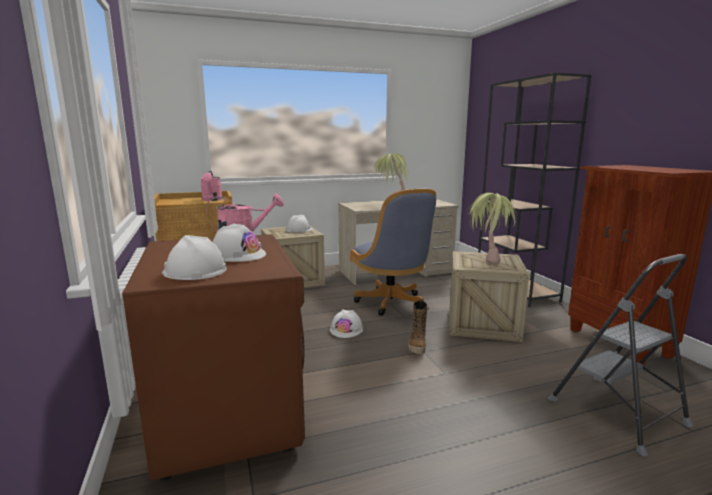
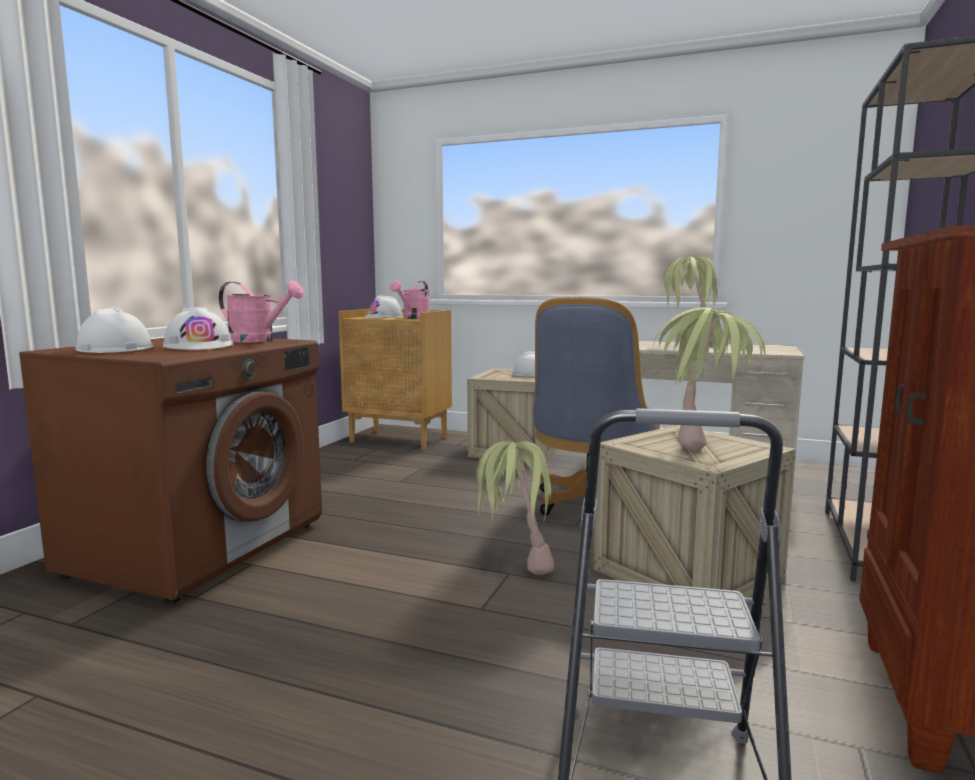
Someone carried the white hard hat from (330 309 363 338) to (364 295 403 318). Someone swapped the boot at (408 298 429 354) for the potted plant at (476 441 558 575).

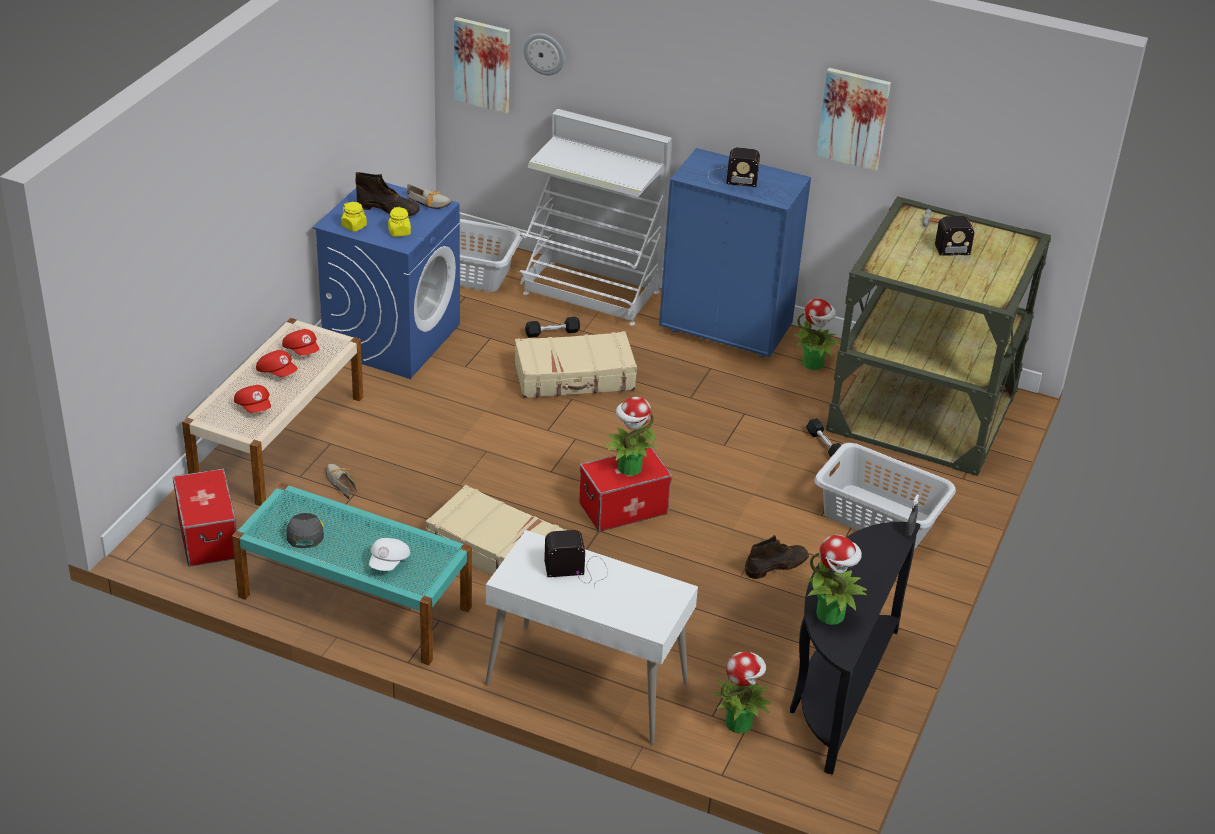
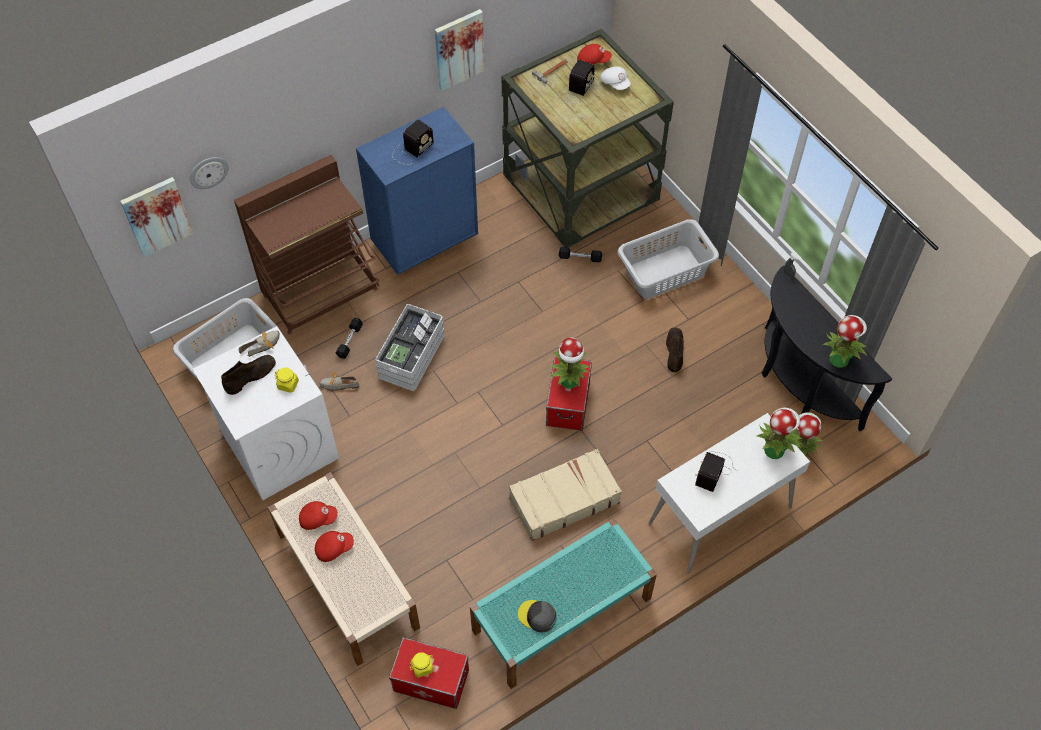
Someone carried the red cap from (234 385 271 413) to (577 44 612 65). Someone carried the shoe from (326 464 357 499) to (319 372 359 391). Someone carried the yellow jar from (341 202 367 232) to (410 652 434 677). Someone carried the white cap from (369 538 410 571) to (600 66 631 90). Someone carried the potted plant from (794 298 841 370) to (757 407 802 459). Someone swapped the beige suitcase at (515 331 637 398) for the white storage box at (375 304 445 391). Someone repainted the blue washing machine at (313 182 460 379), which became the white washing machine at (192 326 339 500). Someone repainted the white shoe rack at (519 109 672 325), which became the brown shoe rack at (234 155 380 334).

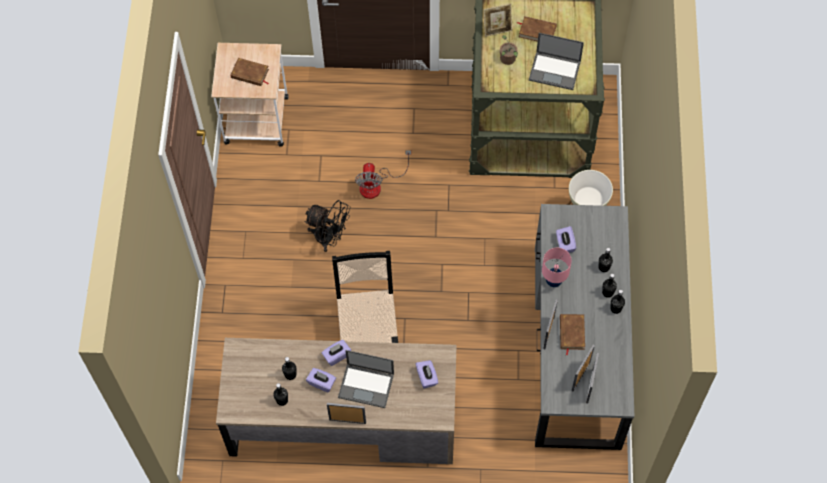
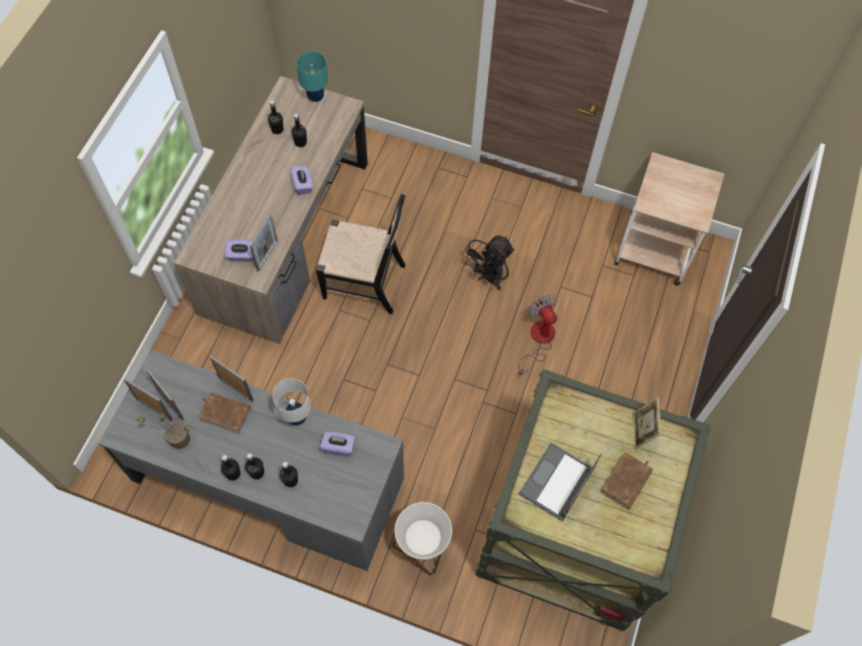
Someone took away the brown book at (230 58 269 86). Someone took away the purple tissue box at (306 368 336 392). Someone took away the laptop at (338 350 394 408). Someone put down the turquoise table lamp at (296 52 328 102). Someone carried the picture frame from (327 403 366 424) to (250 214 278 272). Someone carried the potted plant from (500 35 518 65) to (136 414 192 449). Someone repainted the pink table lamp at (542 248 572 287), which became the white table lamp at (273 379 311 425). Someone rotated the fan at (355 150 411 199) by 45 degrees clockwise.

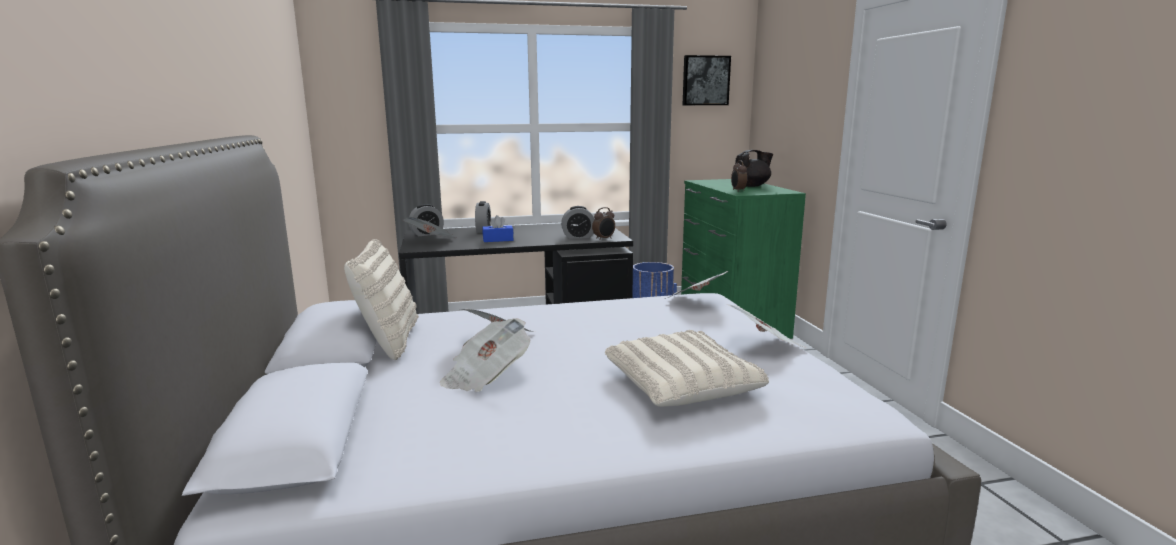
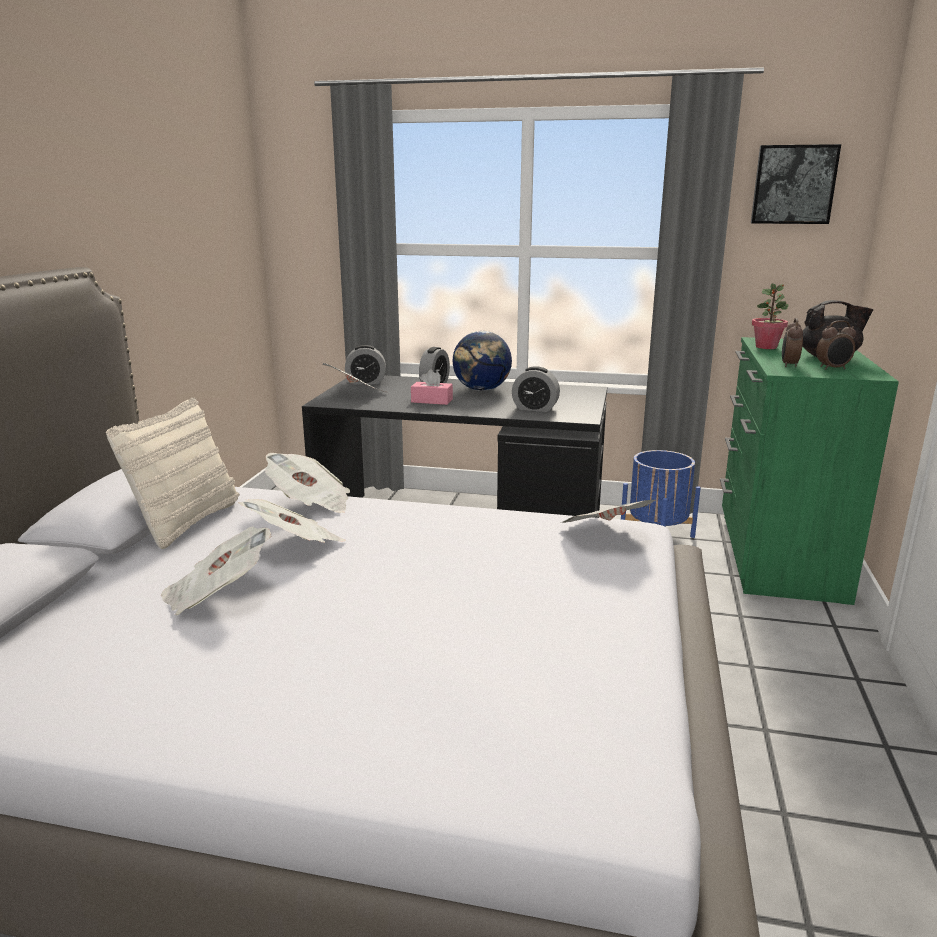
Someone took away the beige pillow at (605 330 769 407). Someone put down the globe at (453 331 512 391). Someone put down the potted plant at (752 283 788 349). Someone carried the alarm clock from (592 207 615 240) to (816 320 856 370). Someone carried the newspaper from (726 304 805 347) to (265 453 350 513). Someone repainted the blue tissue box at (482 215 514 242), which became the pink tissue box at (411 370 453 405).

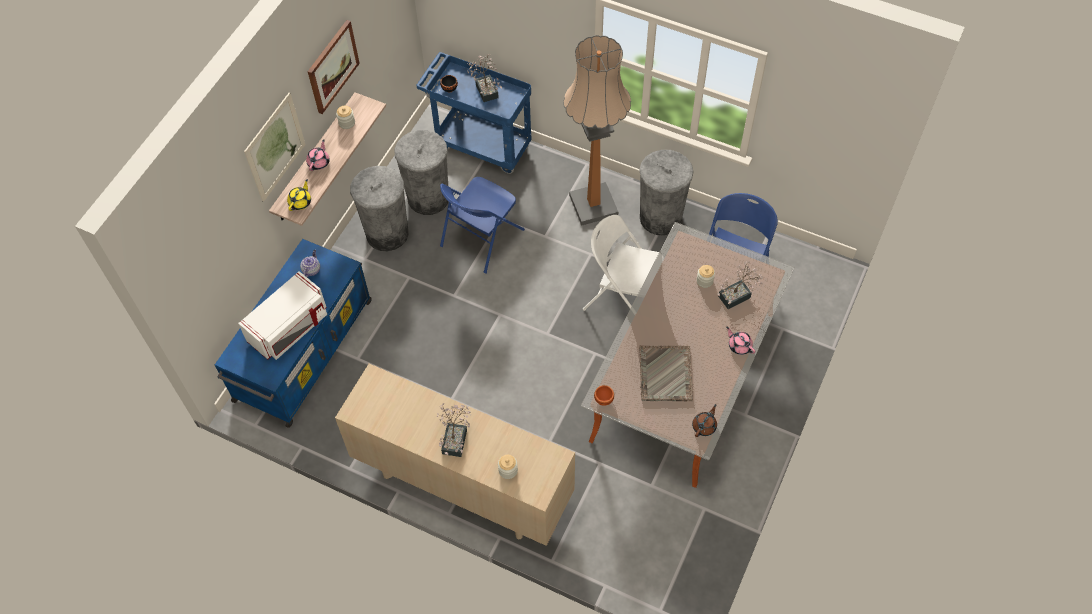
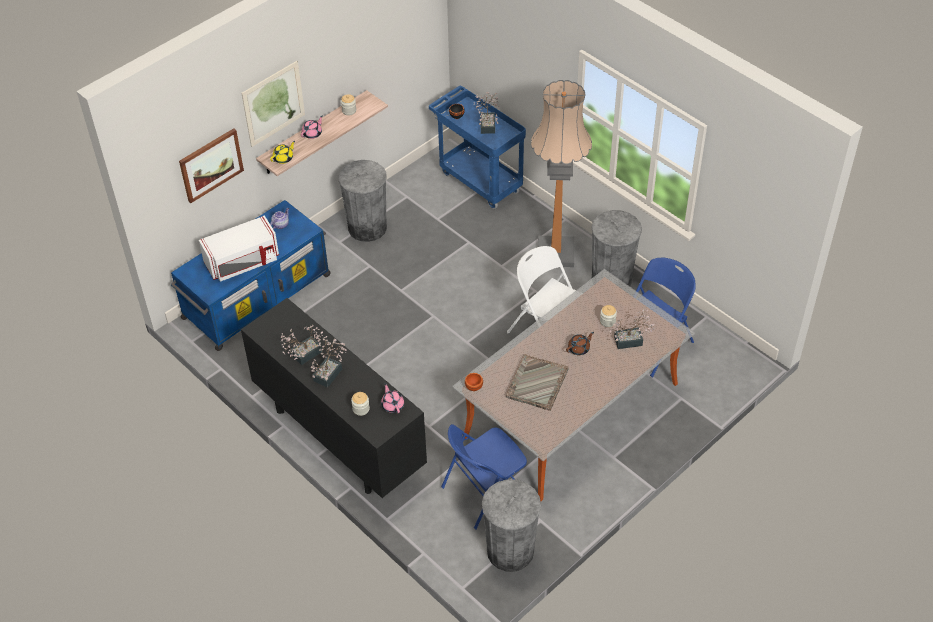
Someone put down the potted plant at (280 325 323 365). Someone carried the picture from (308 20 360 114) to (179 128 244 203). Someone carried the grey trash can from (394 130 449 215) to (482 479 541 572). Someone carried the blue chair from (440 177 525 274) to (441 424 527 530). Someone carried the brown teapot from (692 404 717 437) to (566 332 594 355). Someone carried the pink teapot from (726 327 756 355) to (381 383 404 413). Someone repainted the beige dresser at (335 364 575 546), which became the black dresser at (241 298 427 498).

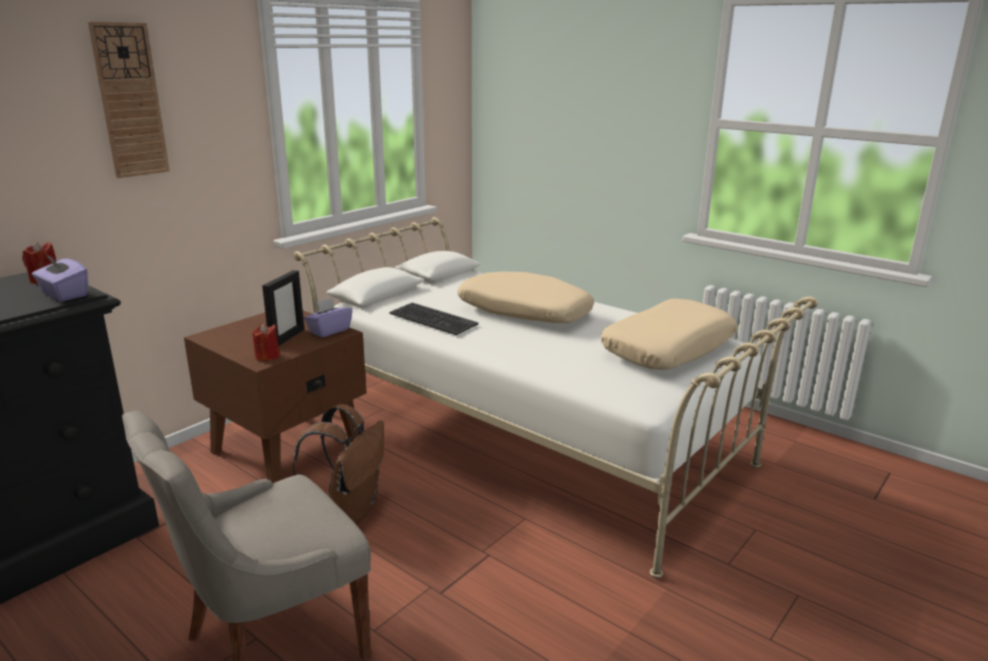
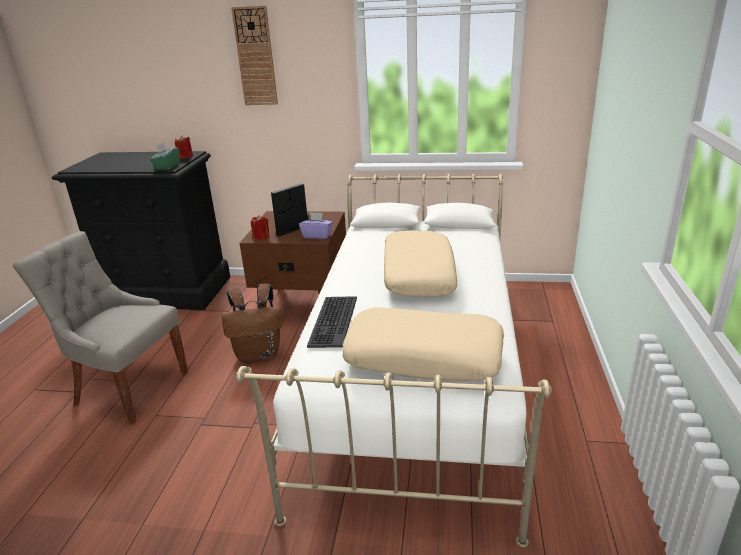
Someone carried the keyboard from (389 303 478 335) to (307 296 357 348). Someone repainted the purple tissue box at (32 253 88 302), which became the green tissue box at (150 143 179 170). Someone rotated the picture frame at (262 270 304 346) by 150 degrees clockwise.

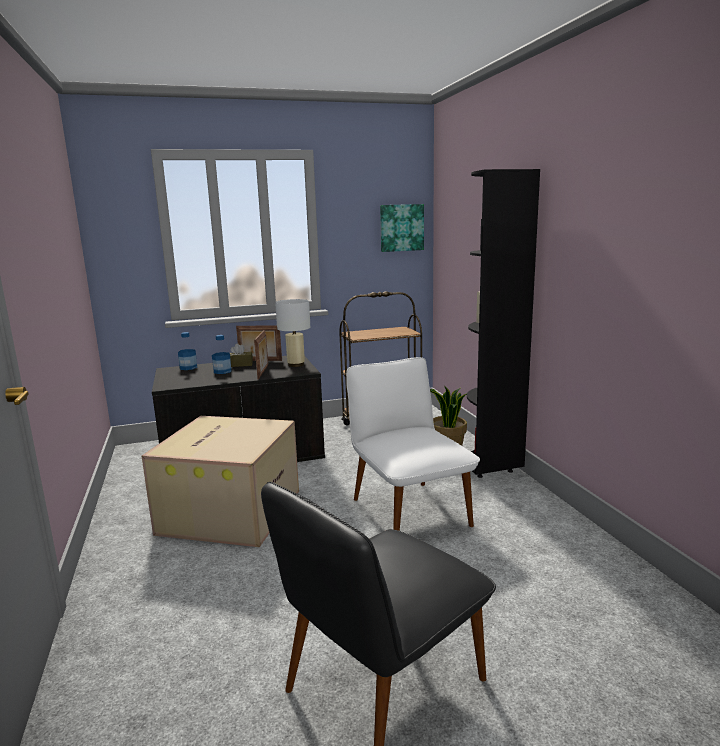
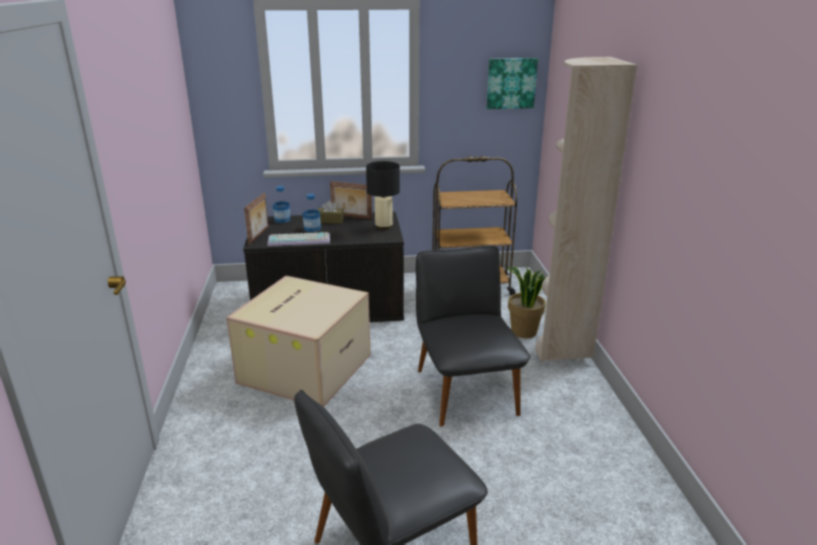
Someone put down the keyboard at (267 232 330 246). Someone carried the picture frame from (254 330 268 379) to (244 193 269 245). Someone repainted the white table lamp at (275 299 310 367), which became the black table lamp at (366 161 400 230). Someone repainted the white chair at (346 357 480 531), which became the black chair at (416 246 530 427). Someone repainted the black bookcase at (467 169 540 478), which became the beige bookcase at (535 57 637 363).

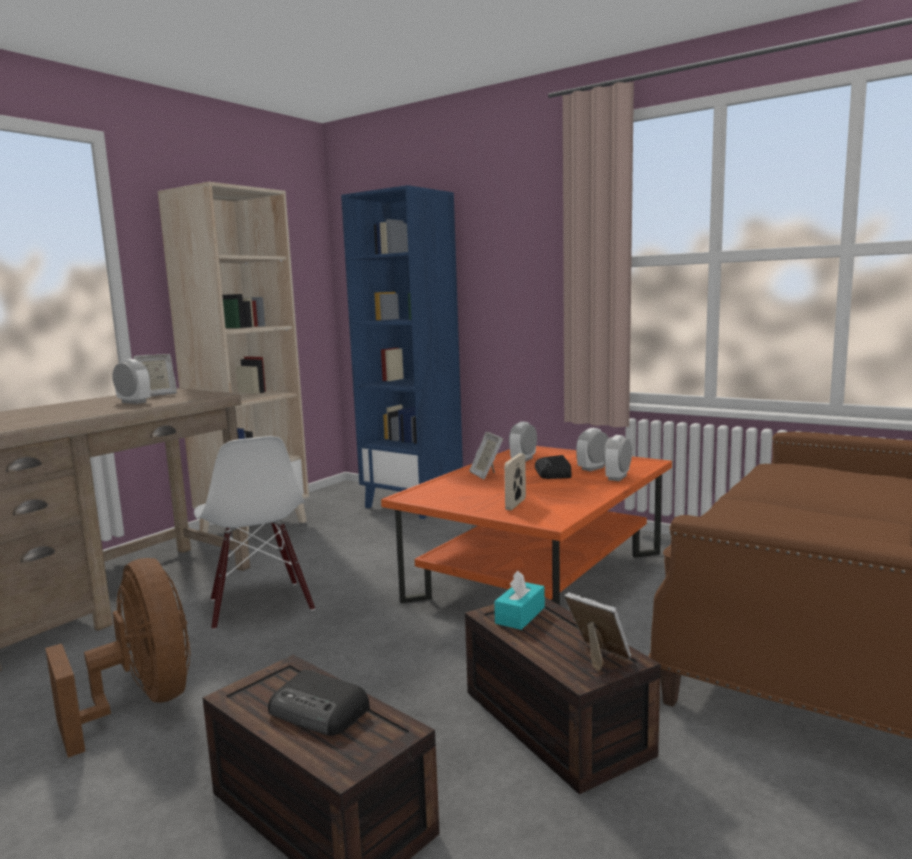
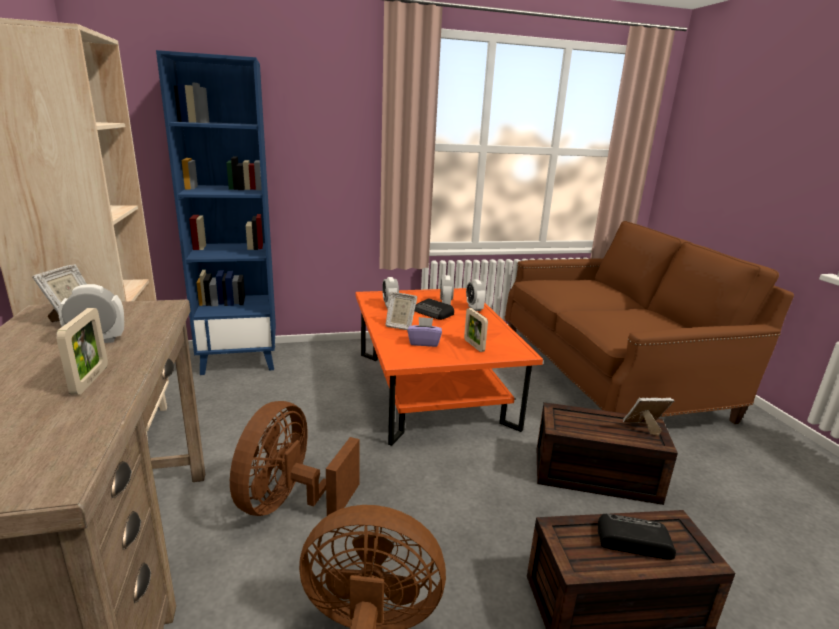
Someone took away the turquoise tissue box at (494 571 545 630). Someone put down the picture frame at (56 308 108 395). Someone put down the purple tissue box at (407 317 442 347). Someone swapped the white chair at (194 436 315 630) for the brown fan at (230 401 360 516). Someone rotated the radio at (268 670 370 736) by 150 degrees counterclockwise.

